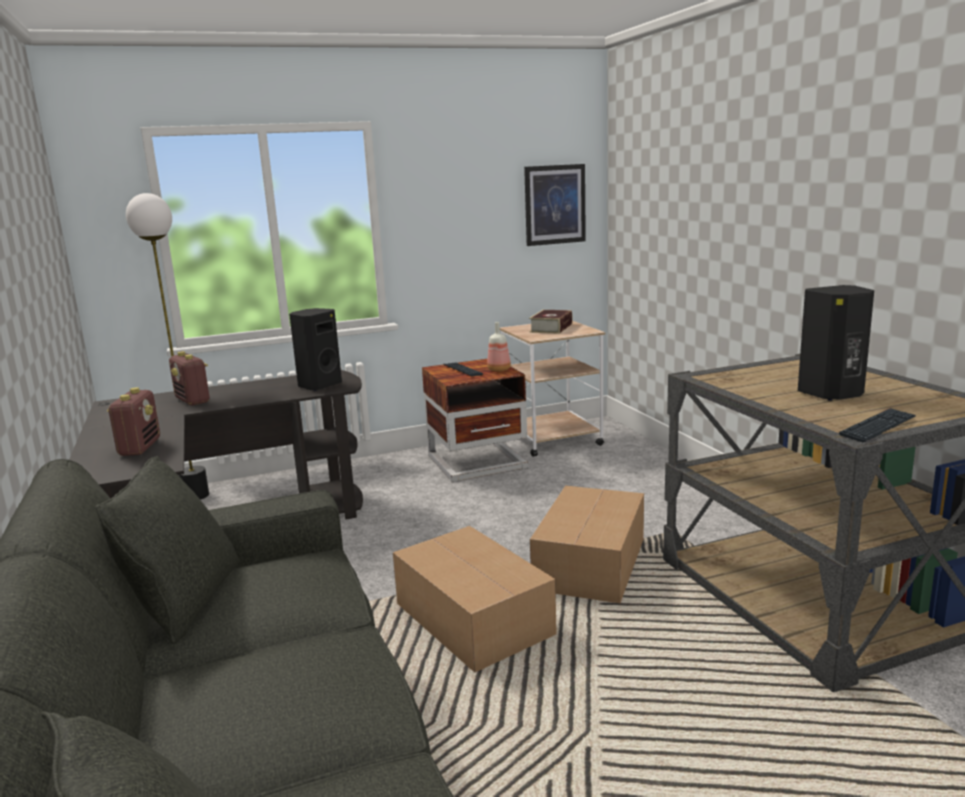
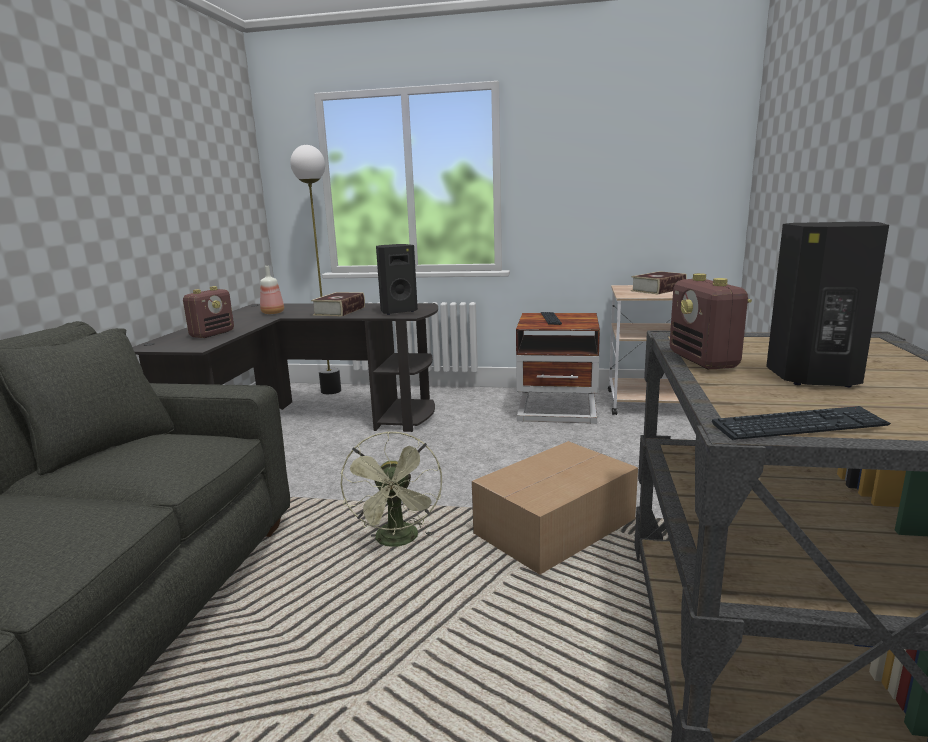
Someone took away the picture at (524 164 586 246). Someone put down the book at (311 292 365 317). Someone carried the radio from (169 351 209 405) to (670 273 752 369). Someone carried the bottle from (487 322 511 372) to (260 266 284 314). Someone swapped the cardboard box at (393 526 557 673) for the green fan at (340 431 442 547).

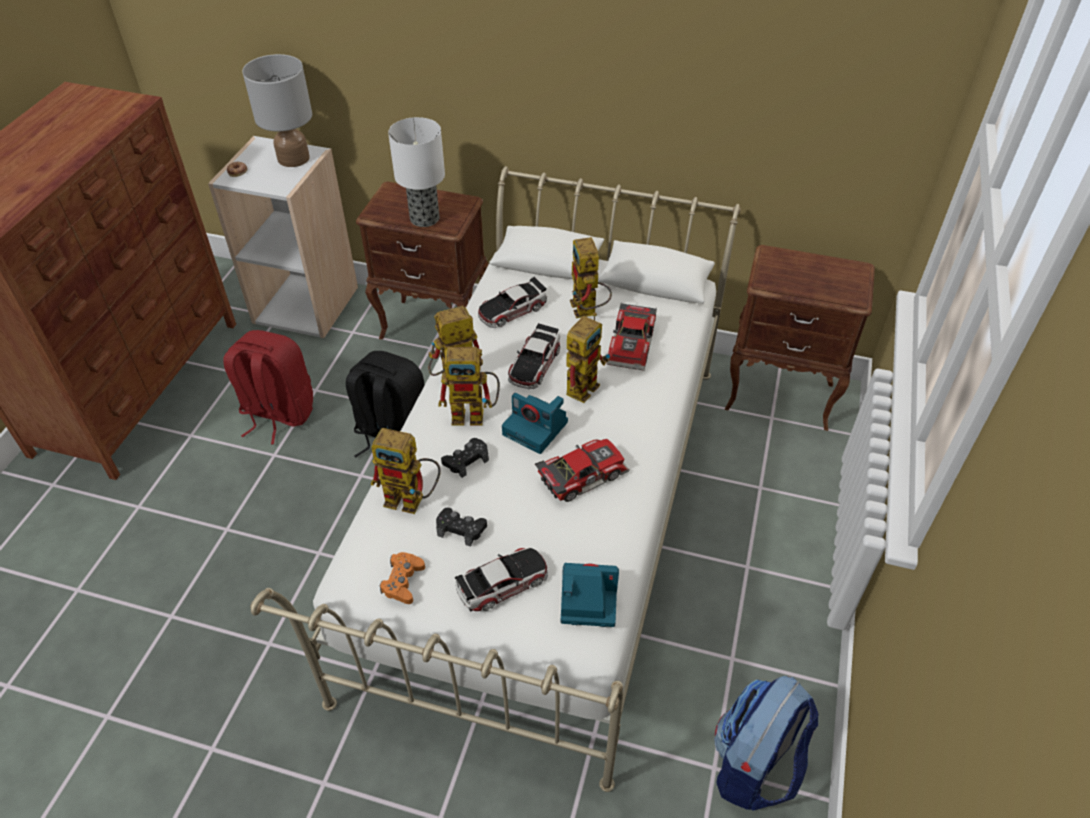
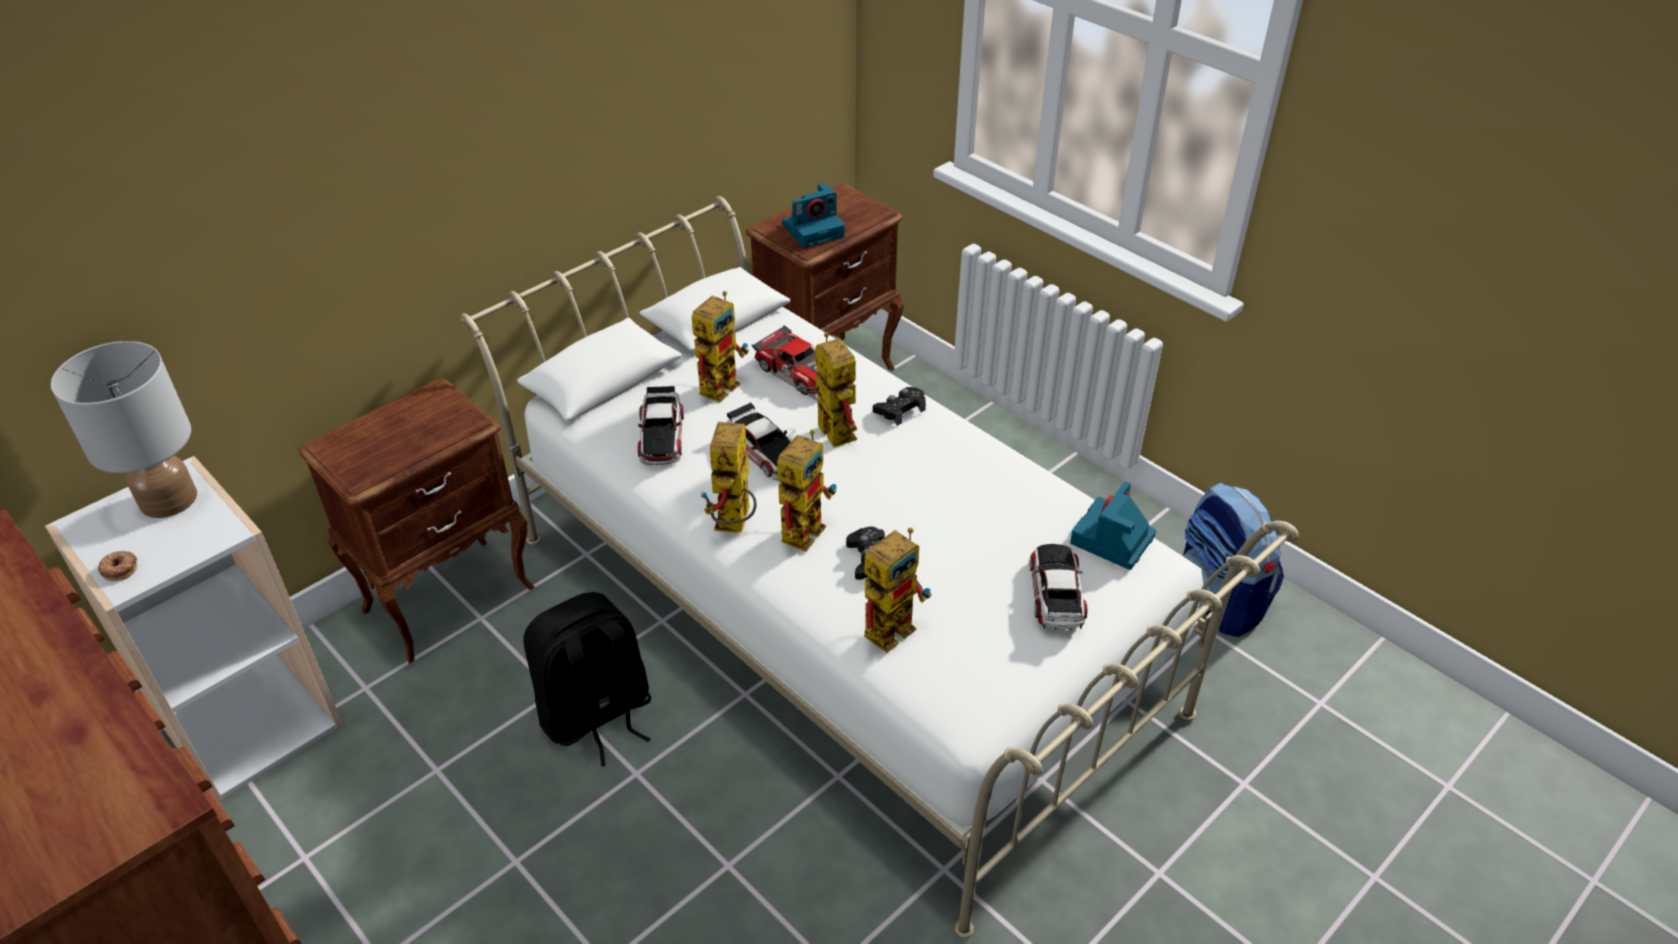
Someone took away the red backpack at (223 330 313 445). Someone took away the orange game controller at (380 552 425 604). Someone took away the table lamp at (388 117 445 227). Someone took away the toy car at (535 439 630 502). Someone carried the black game controller from (436 508 487 547) to (873 387 926 426). Someone carried the photo camera from (502 393 568 454) to (782 183 845 248). Someone rotated the toy robot at (570 237 612 318) by 75 degrees counterclockwise.

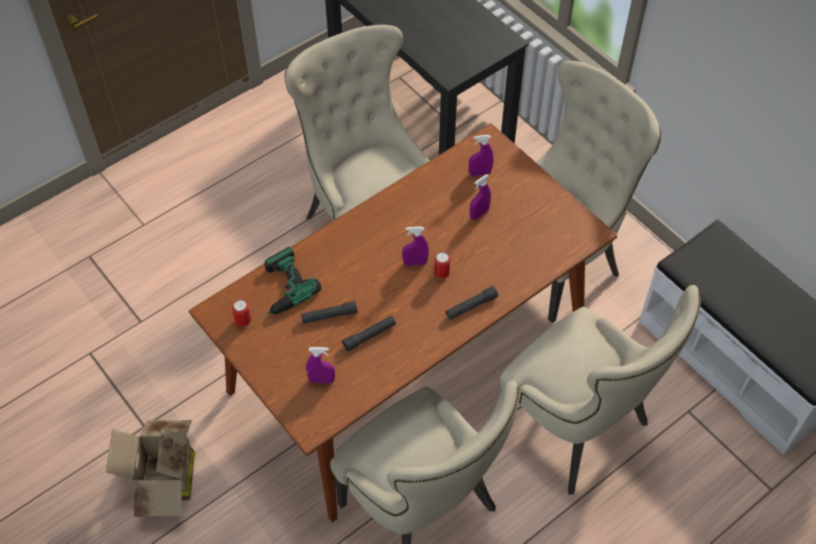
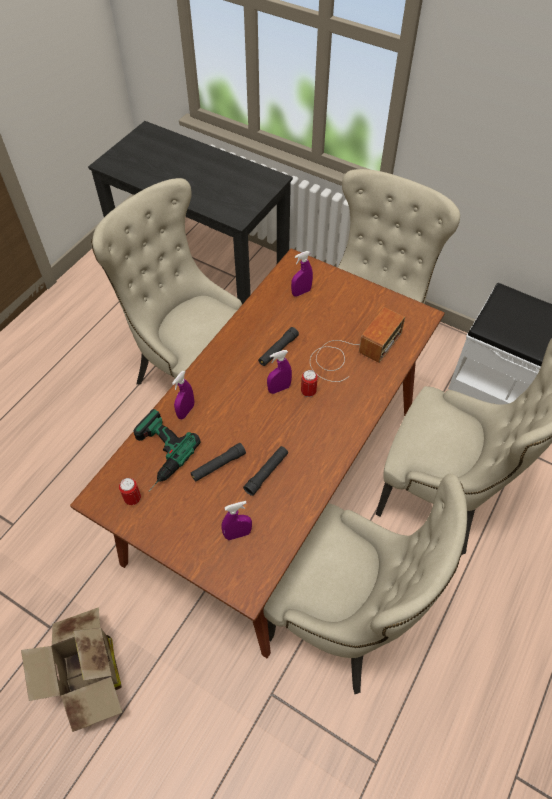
Someone put down the radio at (310 307 405 382). Someone carried the black flashlight from (446 286 498 320) to (258 327 299 366). Someone carried the purple spray bottle from (470 175 491 220) to (172 371 194 419).

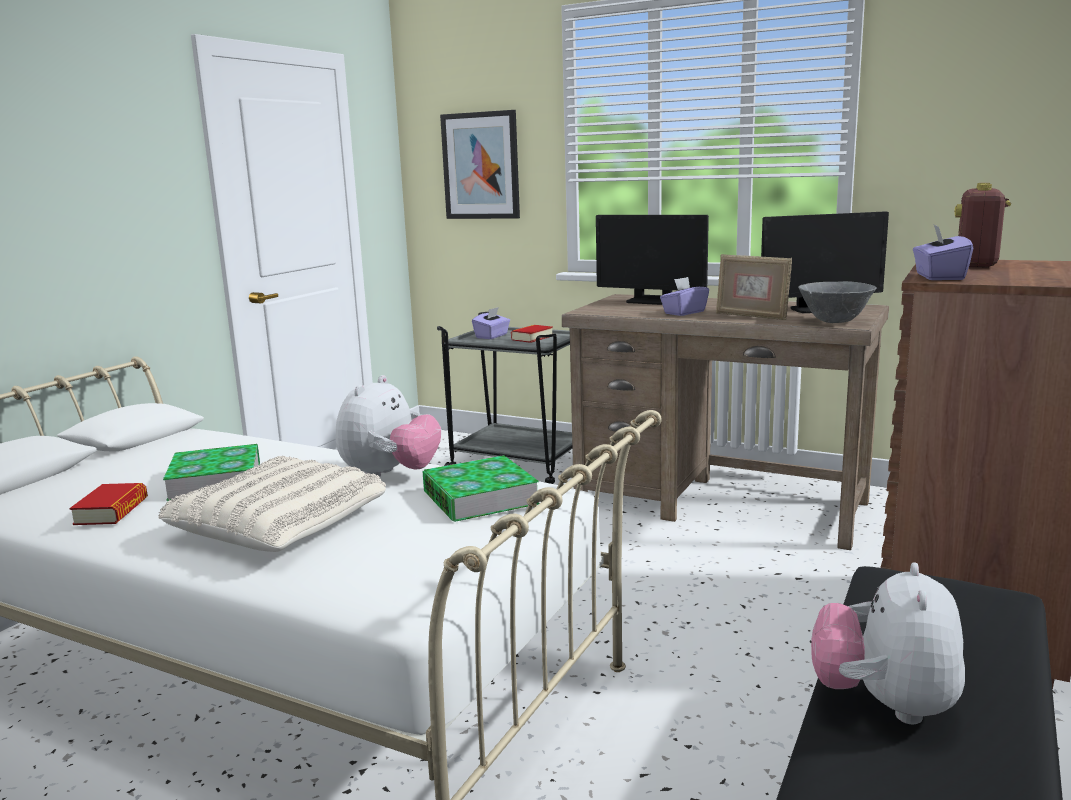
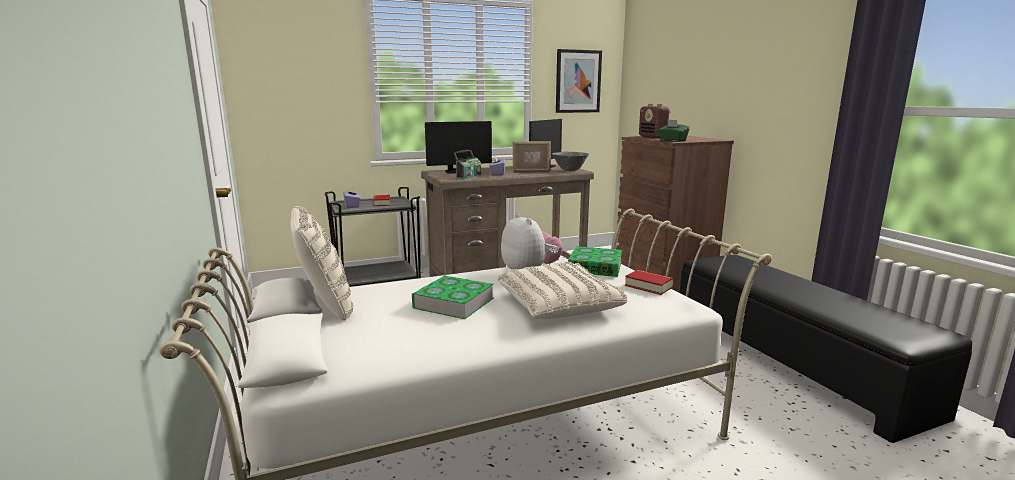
Someone took away the plush toy at (811 562 965 724). Someone put down the beige pillow at (290 206 354 320). Someone put down the radio at (454 150 481 179). Someone carried the book from (69 483 148 525) to (625 270 674 295). Someone carried the picture from (440 110 520 219) to (556 49 602 113). Someone repainted the purple tissue box at (913 225 973 280), which became the green tissue box at (657 119 690 142).

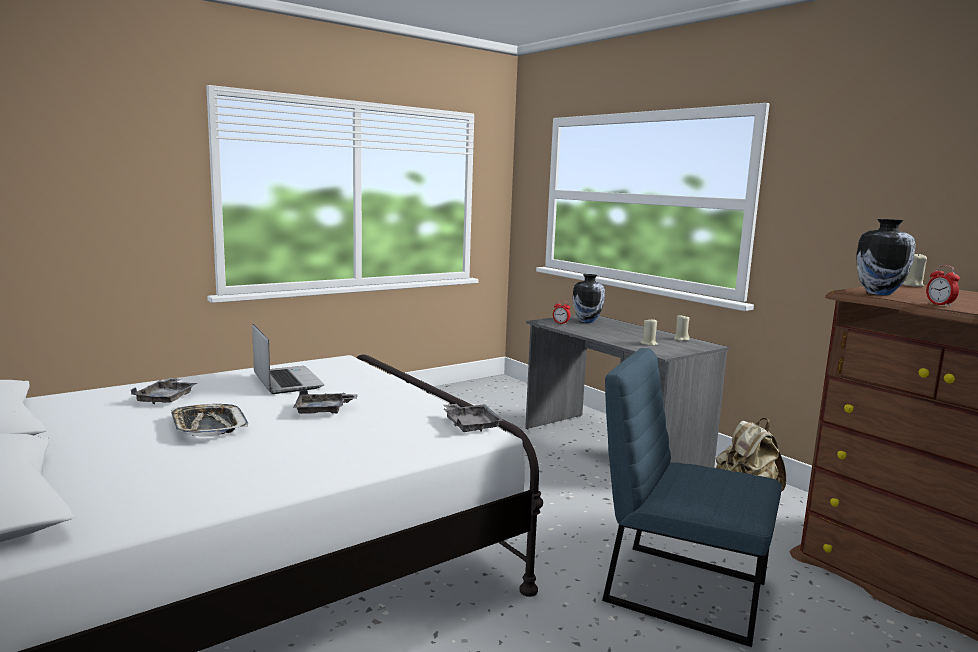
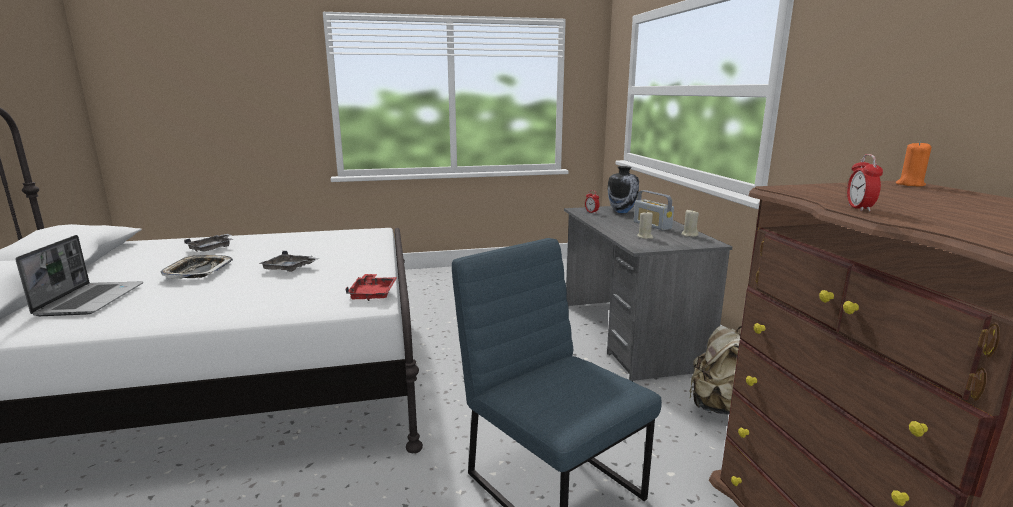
Someone took away the vase at (856 219 916 295). Someone put down the radio at (634 190 674 230). Someone carried the laptop from (252 324 324 394) to (16 235 143 316). Someone repainted the grey tray at (444 403 504 432), which became the red tray at (345 274 397 301). Someone repainted the beige candle at (903 252 927 287), which became the orange candle at (896 141 931 186).

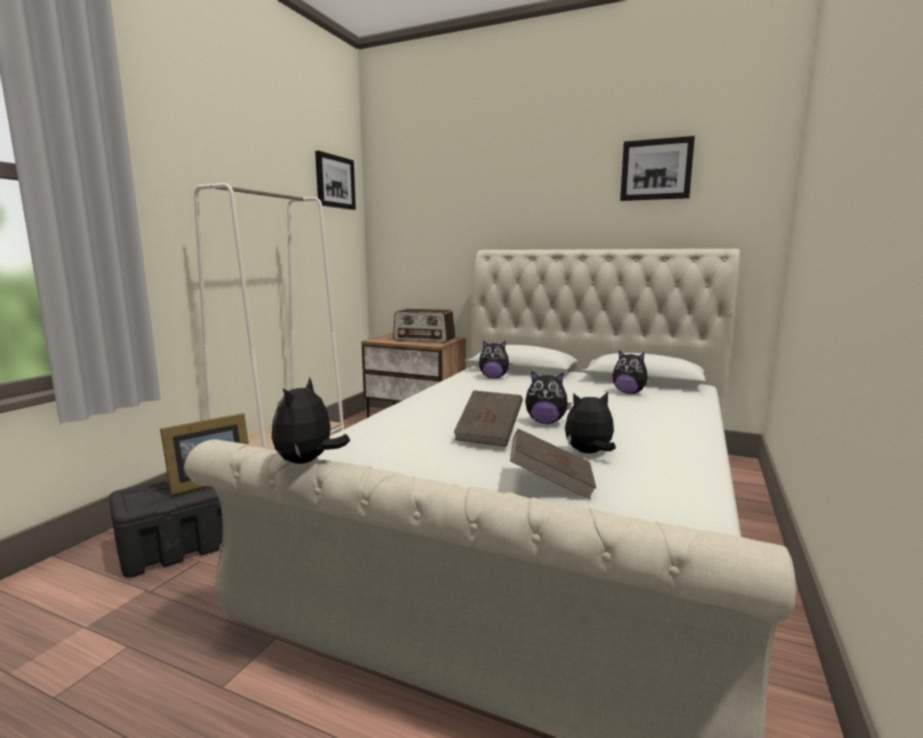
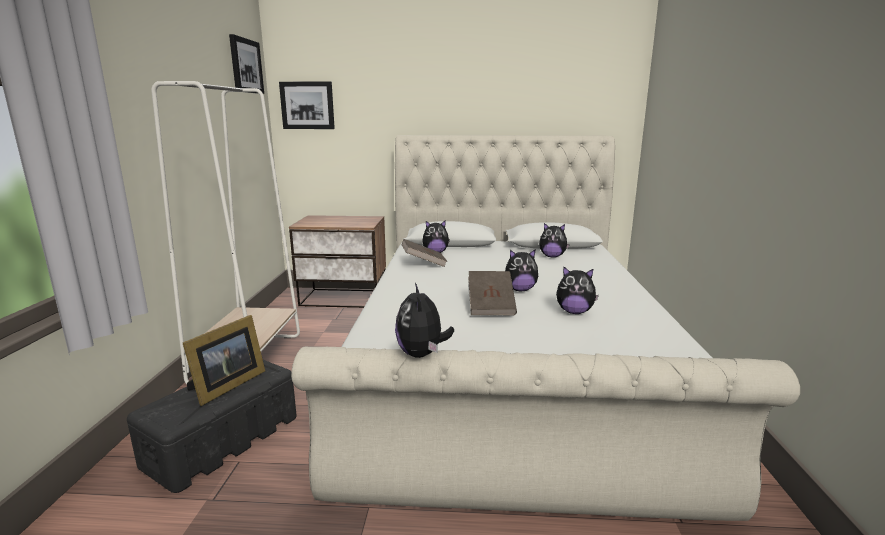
Someone took away the radio at (393 309 455 343). Someone carried the brown book from (510 429 597 499) to (402 239 447 267). Someone carried the picture from (620 136 695 201) to (279 81 335 129). Someone rotated the plush toy at (565 392 616 453) by 135 degrees counterclockwise.

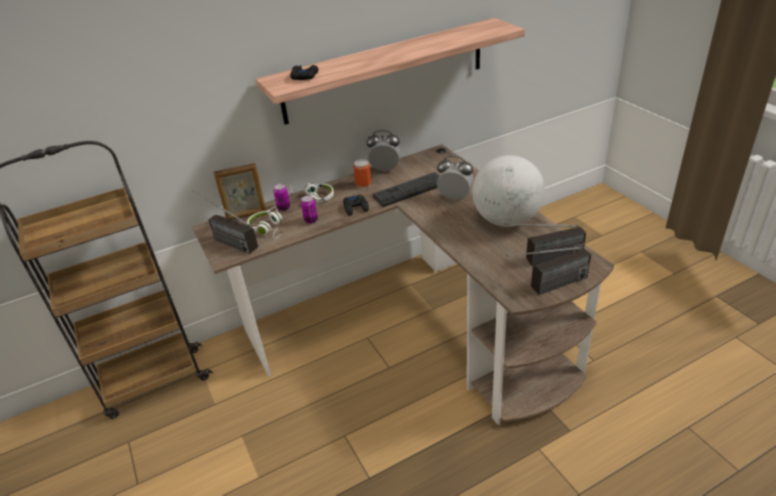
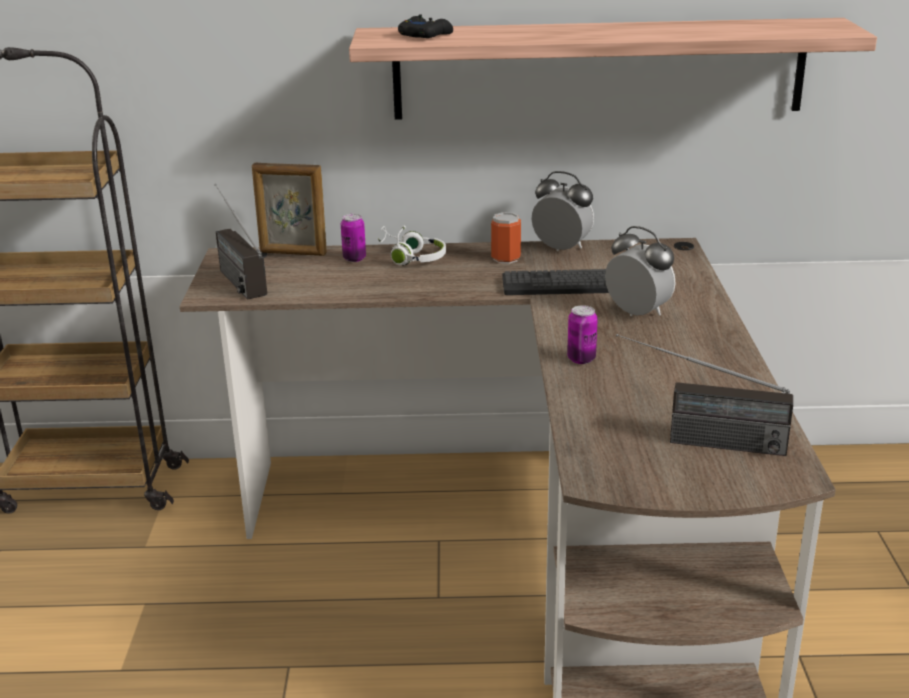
Someone took away the white headphones at (247 207 282 239). Someone took away the black game controller at (343 195 369 216). Someone took away the globe at (472 155 545 227). Someone took away the radio at (506 247 591 295). Someone carried the can from (301 196 318 224) to (567 305 598 364).

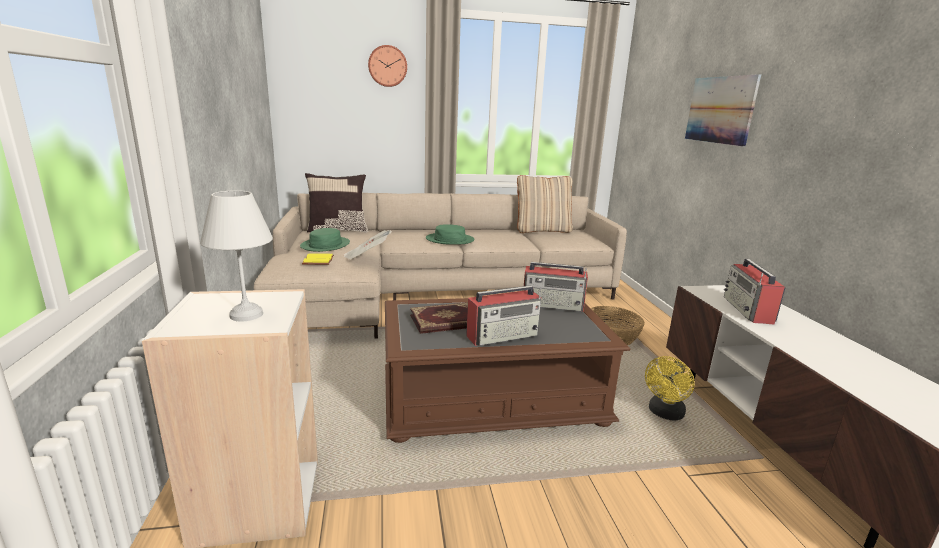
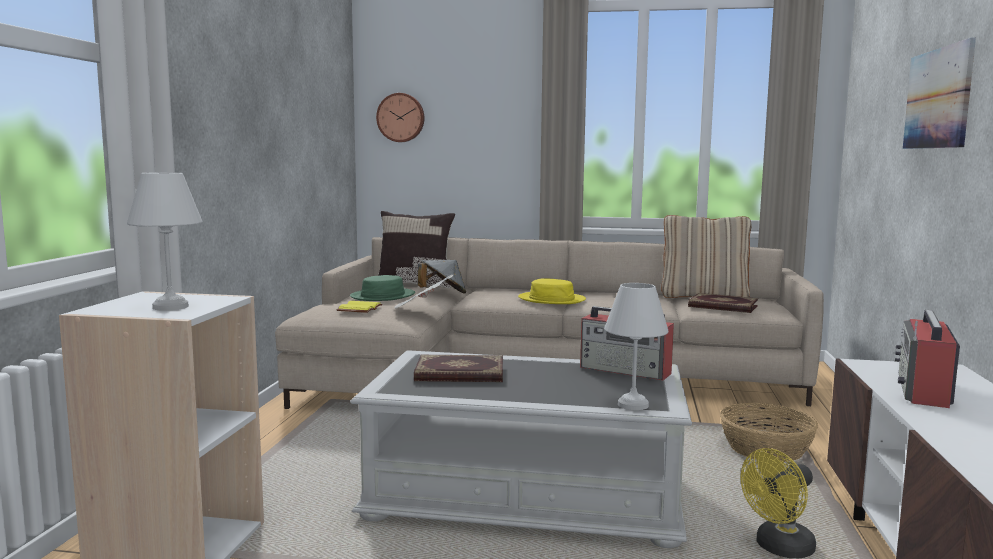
Someone took away the radio at (466 286 542 346). Someone put down the grey hat at (418 260 466 293). Someone put down the white table lamp at (604 283 669 410). Someone put down the book at (688 293 758 313). Someone carried the wall clock from (368 45 407 87) to (376 93 424 142). Someone repainted the brown coffee table at (385 298 631 443), which became the white coffee table at (350 350 692 548). Someone repainted the green hat at (426 224 474 245), which became the yellow hat at (518 278 586 304).

